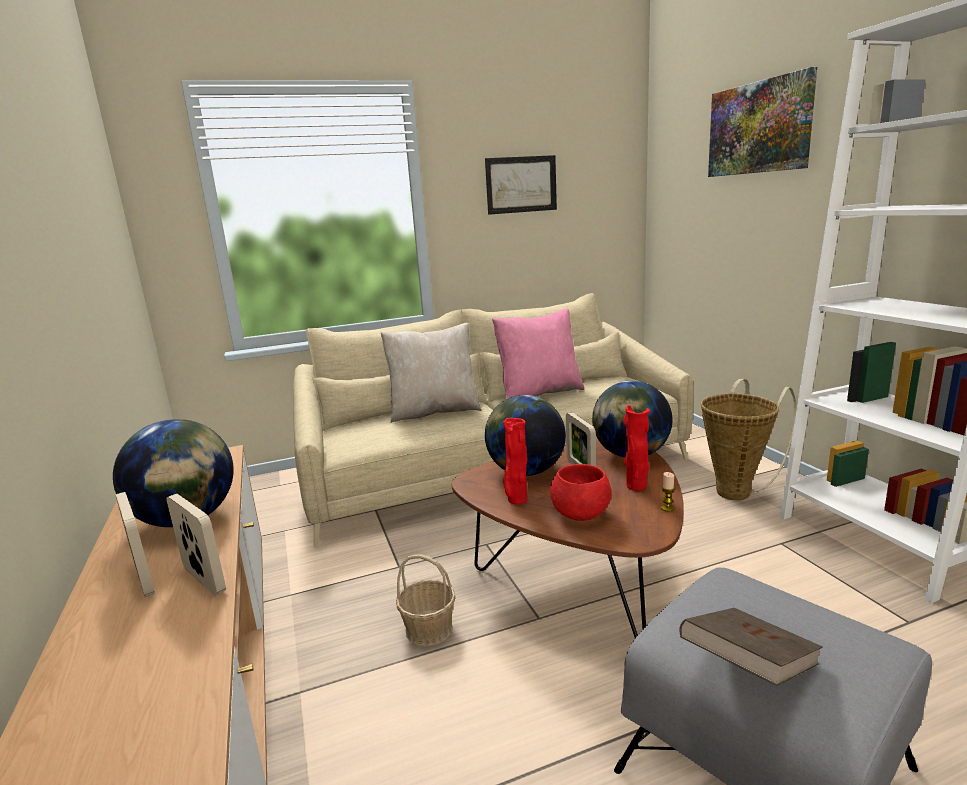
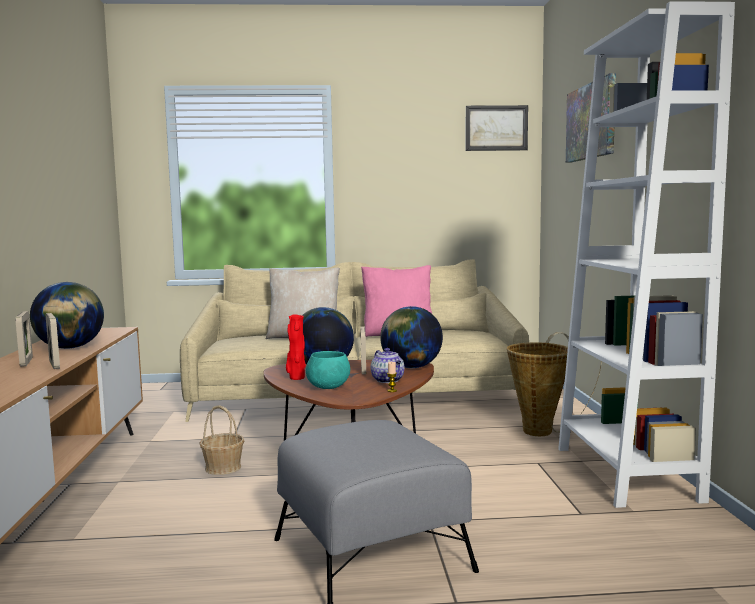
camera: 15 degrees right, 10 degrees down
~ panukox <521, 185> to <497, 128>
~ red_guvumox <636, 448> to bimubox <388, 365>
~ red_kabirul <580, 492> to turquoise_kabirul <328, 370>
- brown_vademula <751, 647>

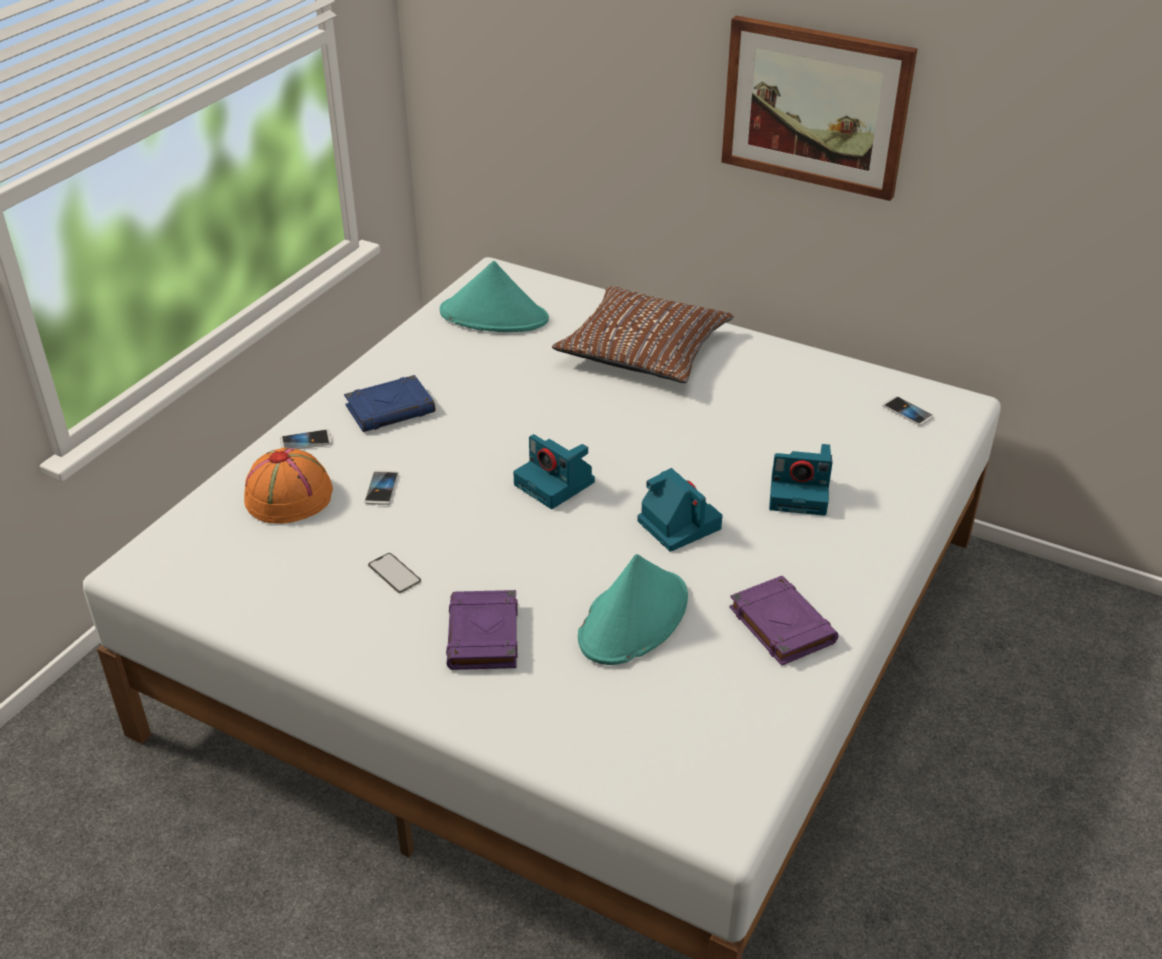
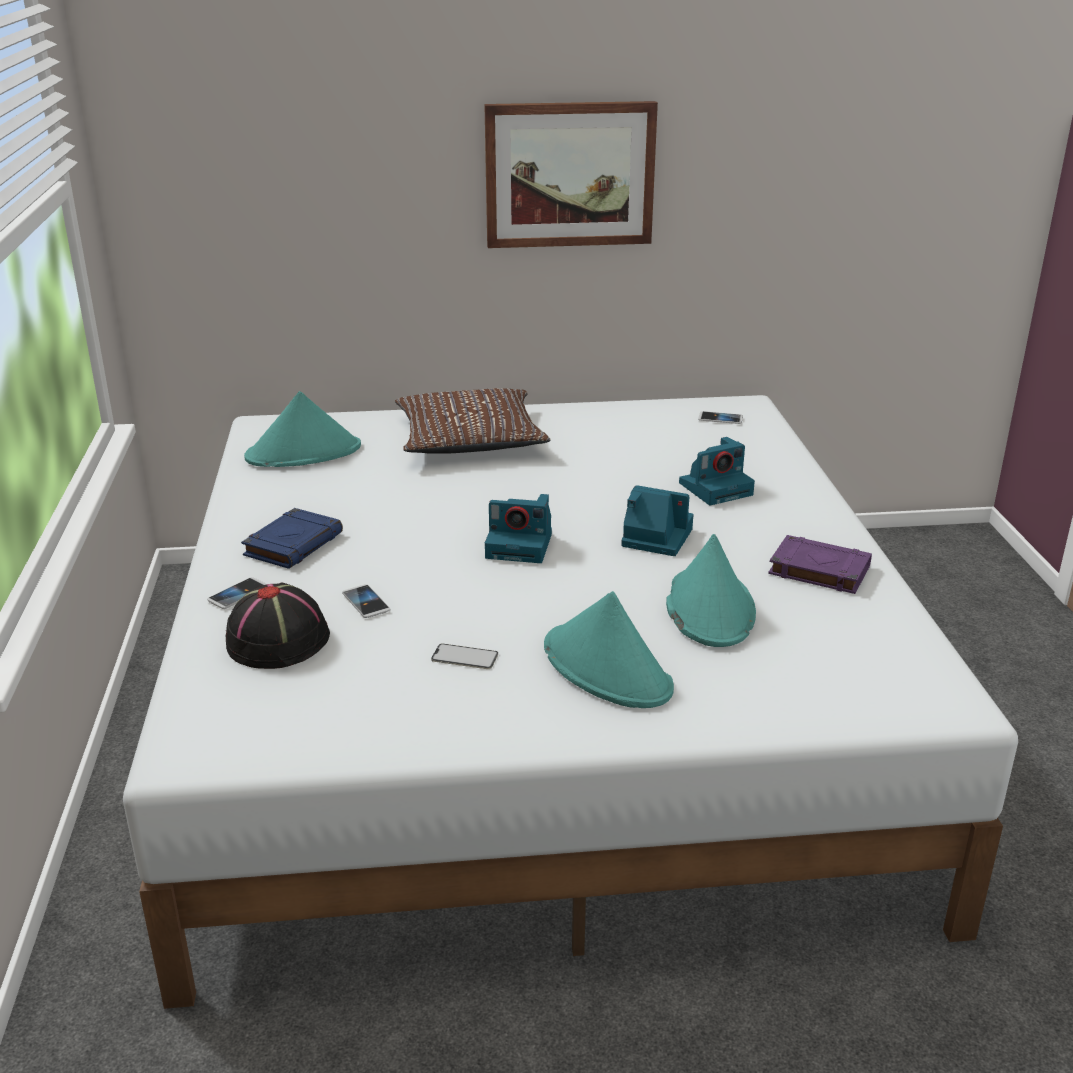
camera: 35 degrees left, 10 degrees down
~ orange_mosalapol <288, 486> to black_mosalapol <278, 626>
~ purple_vademula <481, 630> to turquoise_mosalapol <609, 649>

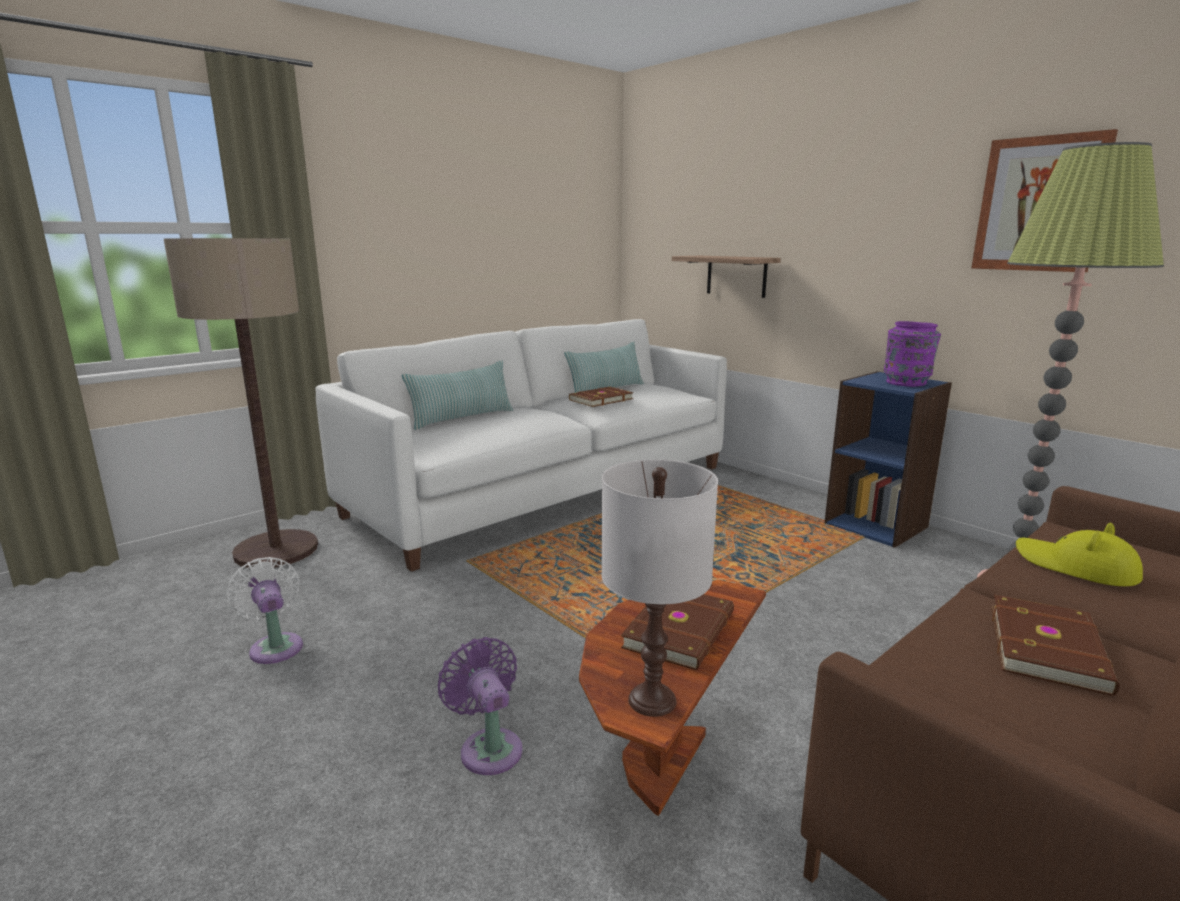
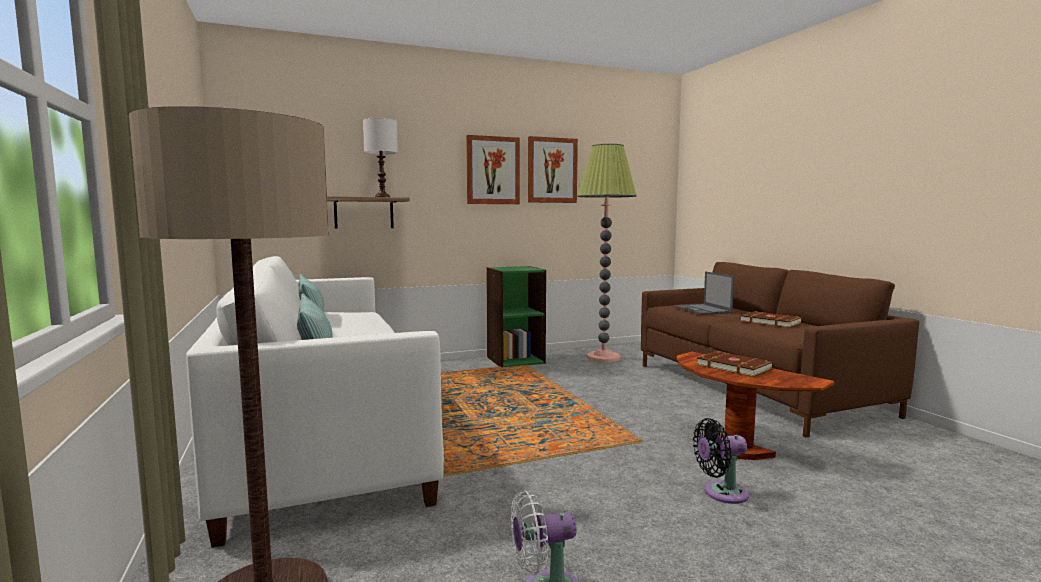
camera: 70 degrees left, 10 degrees down
- purple_guvumox <912, 354>
~ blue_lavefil <888, 459> to green_lavefil <516, 316>
- brown_vademula <601, 397>
~ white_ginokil <659, 588> to <380, 157>
~ yellow_mosalapol <1079, 554> to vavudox <704, 293>
~ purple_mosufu <480, 706> to black_mosufu <721, 461>
+ panukox <493, 169>

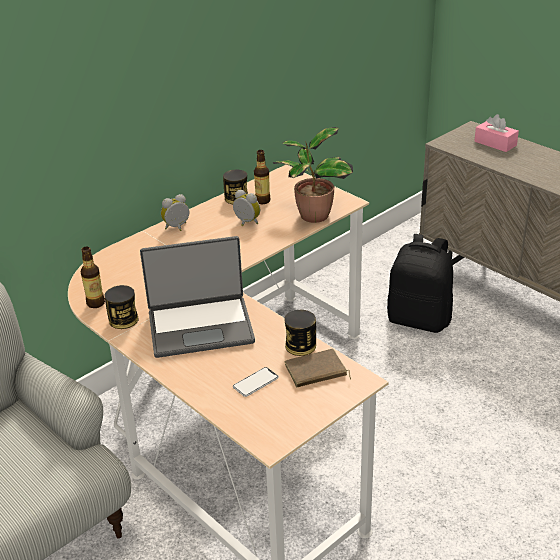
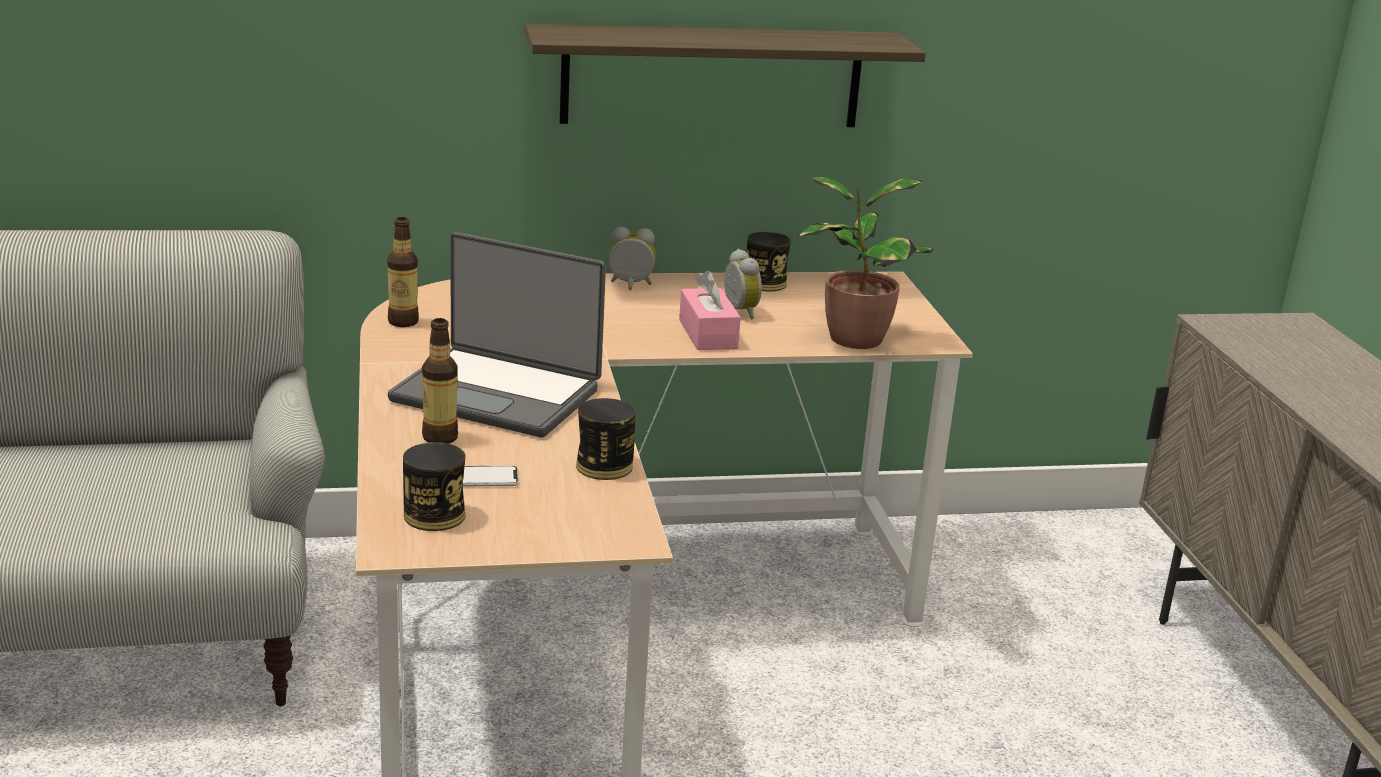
camera: 30 degrees right, 10 degrees down
~ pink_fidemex <496, 133> to <710, 310>
~ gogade <262, 177> to <440, 381>
- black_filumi <420, 283>
~ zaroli <121, 307> to <434, 486>
- brown_vademula <317, 368>
+ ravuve <725, 75>

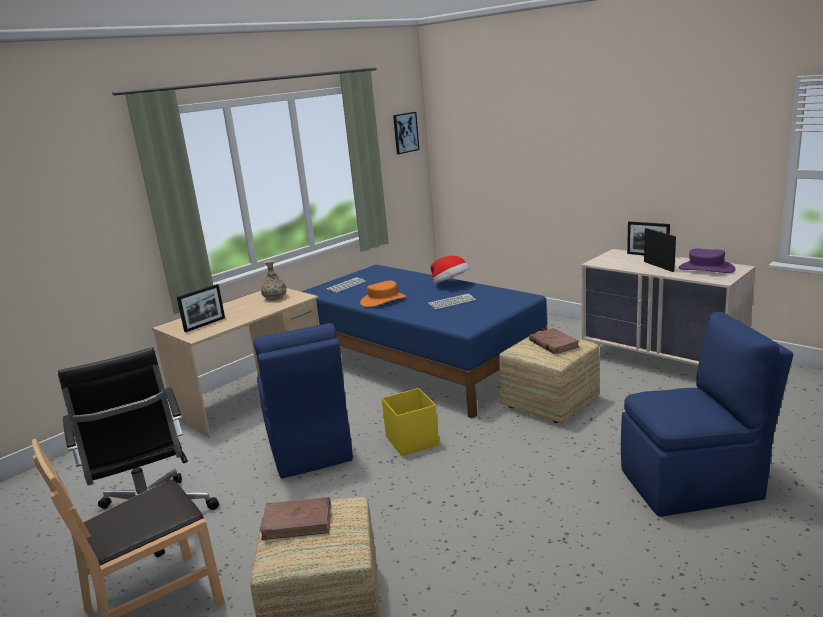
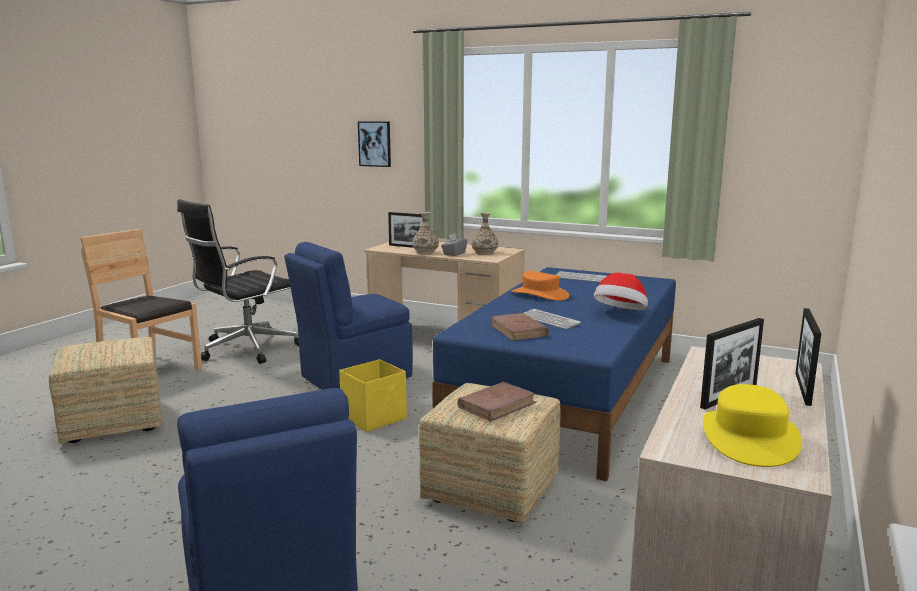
camera: 70 degrees right, 5 degrees down
~ panukox <406, 133> to <374, 144>
~ purple_mosalapol <707, 260> to yellow_mosalapol <752, 425>
~ brown_vademula <295, 518> to <519, 327>
+ guvumox <425, 233>
+ grey_fidemex <454, 244>

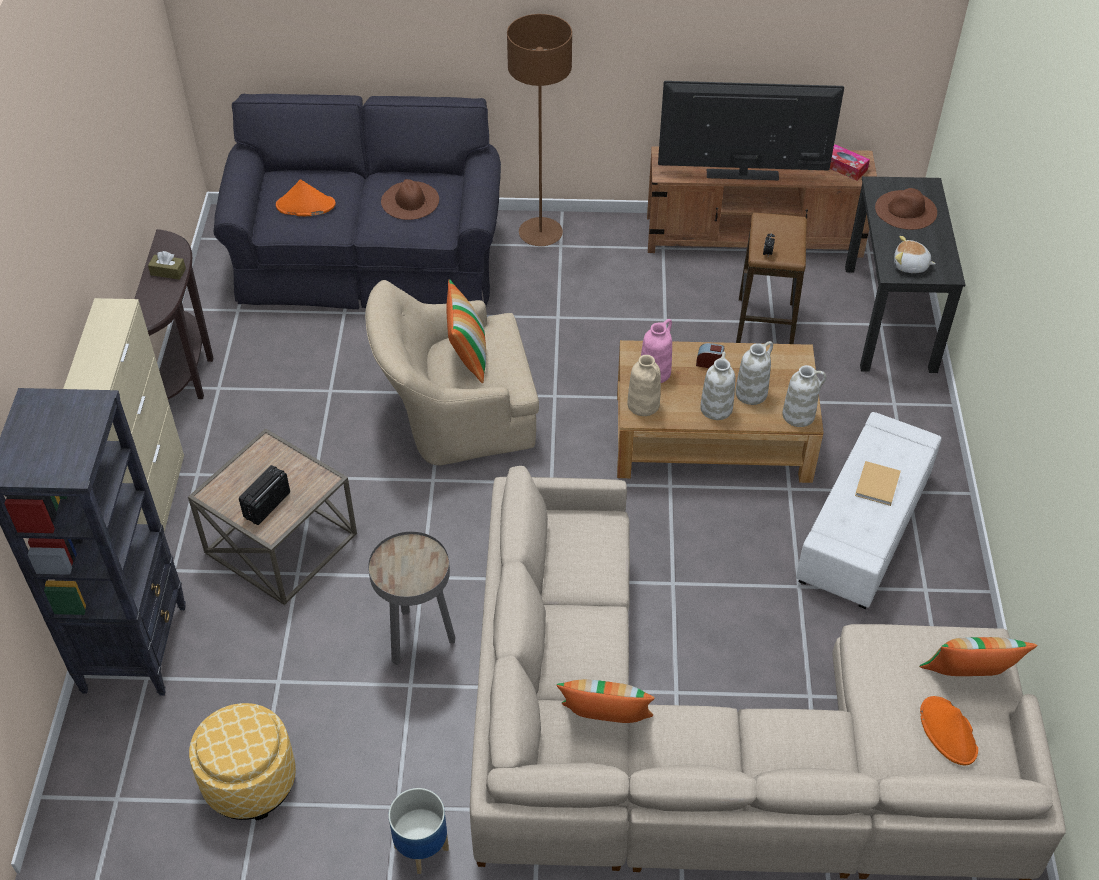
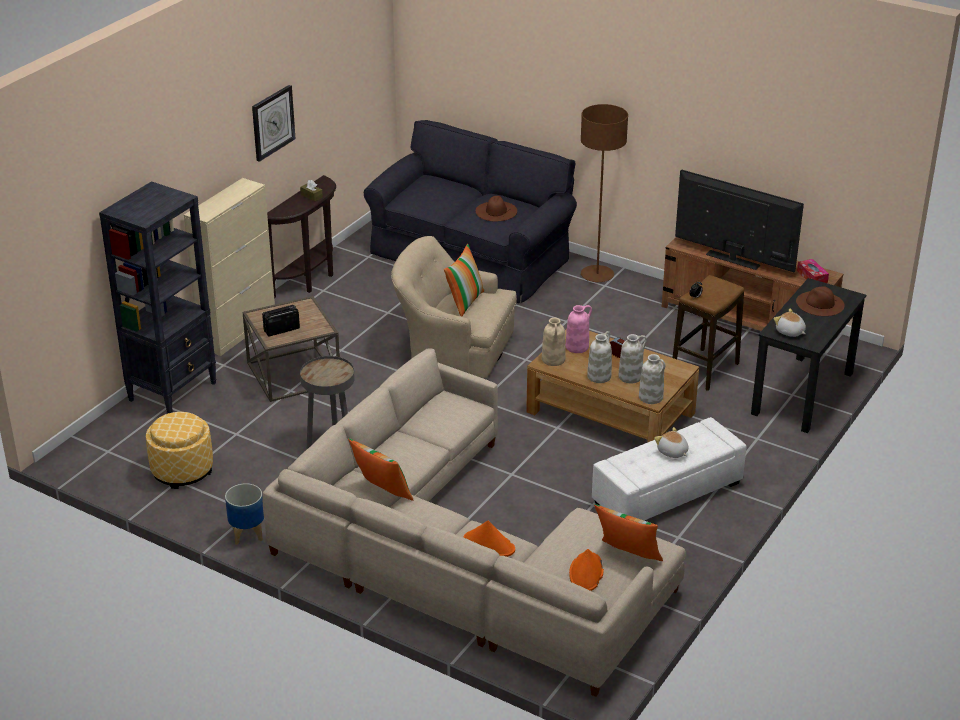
camera: 30 degrees right, 15 degrees down
~ orange_mosalapol <306, 198> to <489, 539>
~ beige_vademula <878, 483> to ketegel <671, 442>
+ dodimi <274, 123>

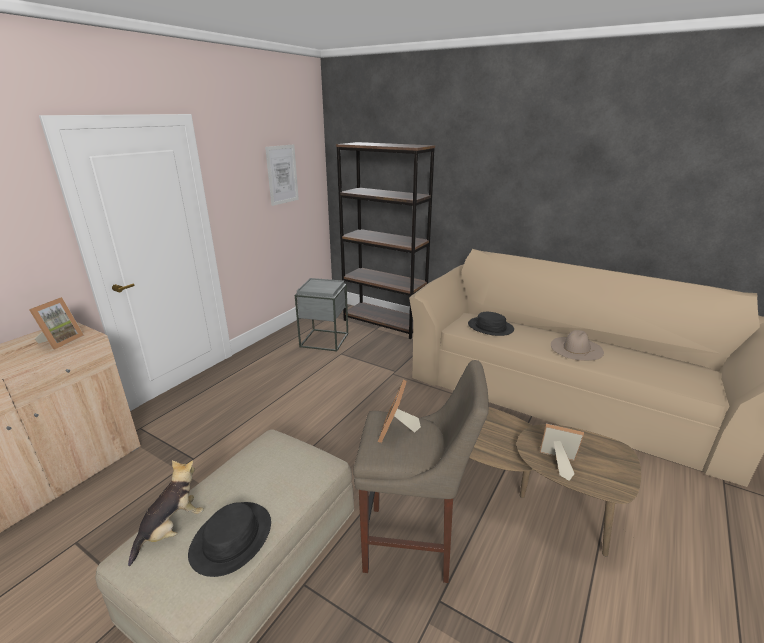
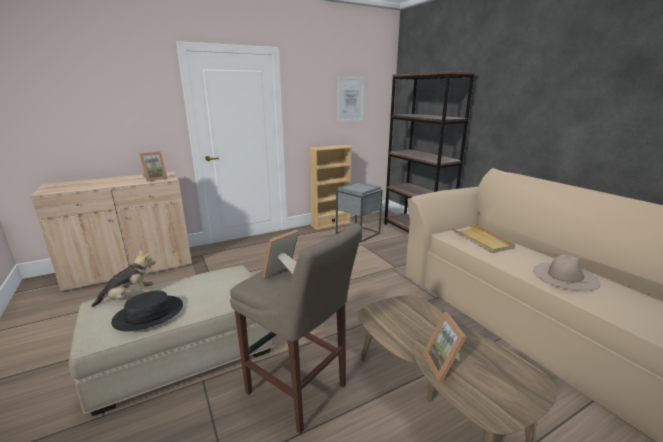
camera: 30 degrees right, 5 degrees down
~ black_mosalapol <491, 324> to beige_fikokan <483, 238>
~ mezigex <562, 452> = <444, 347> 150 degrees counterclockwise
+ beige_lavefil <331, 187>

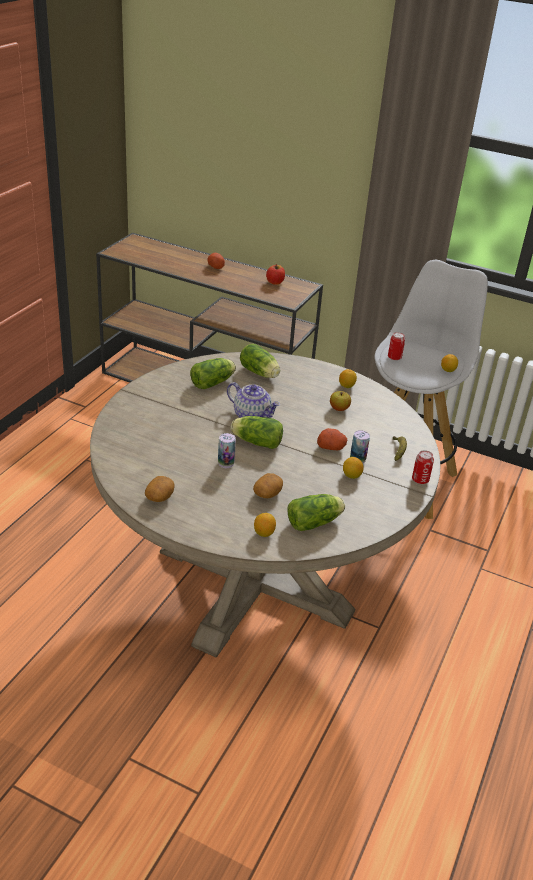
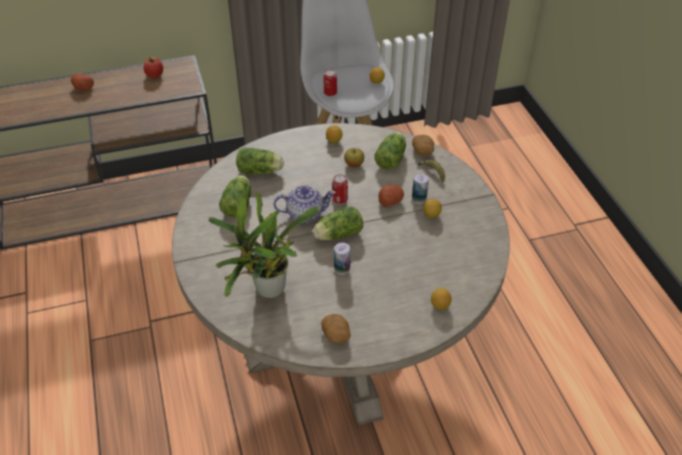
camera: 40 degrees left, 10 degrees up
~ zaroli <423, 467> to <340, 189>
~ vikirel <268, 485> to <423, 145>
~ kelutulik <316, 512> to <390, 151>
+ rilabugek <264, 245>

